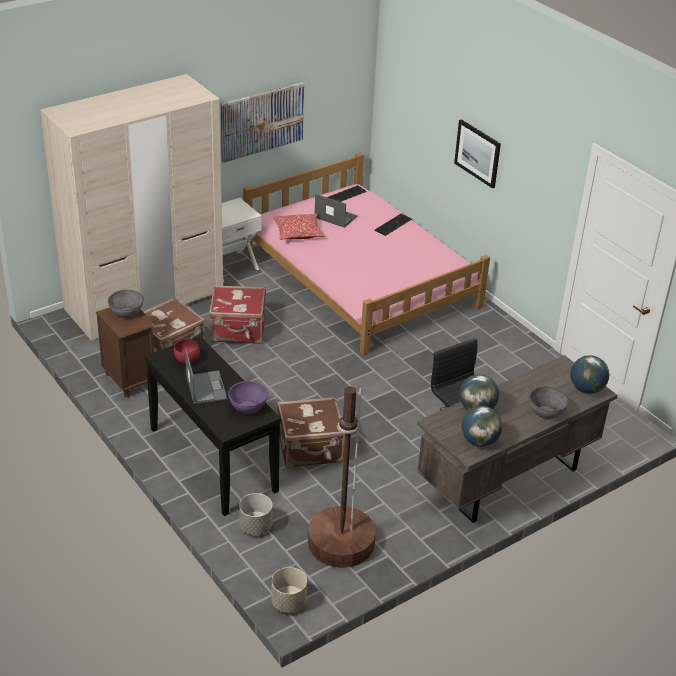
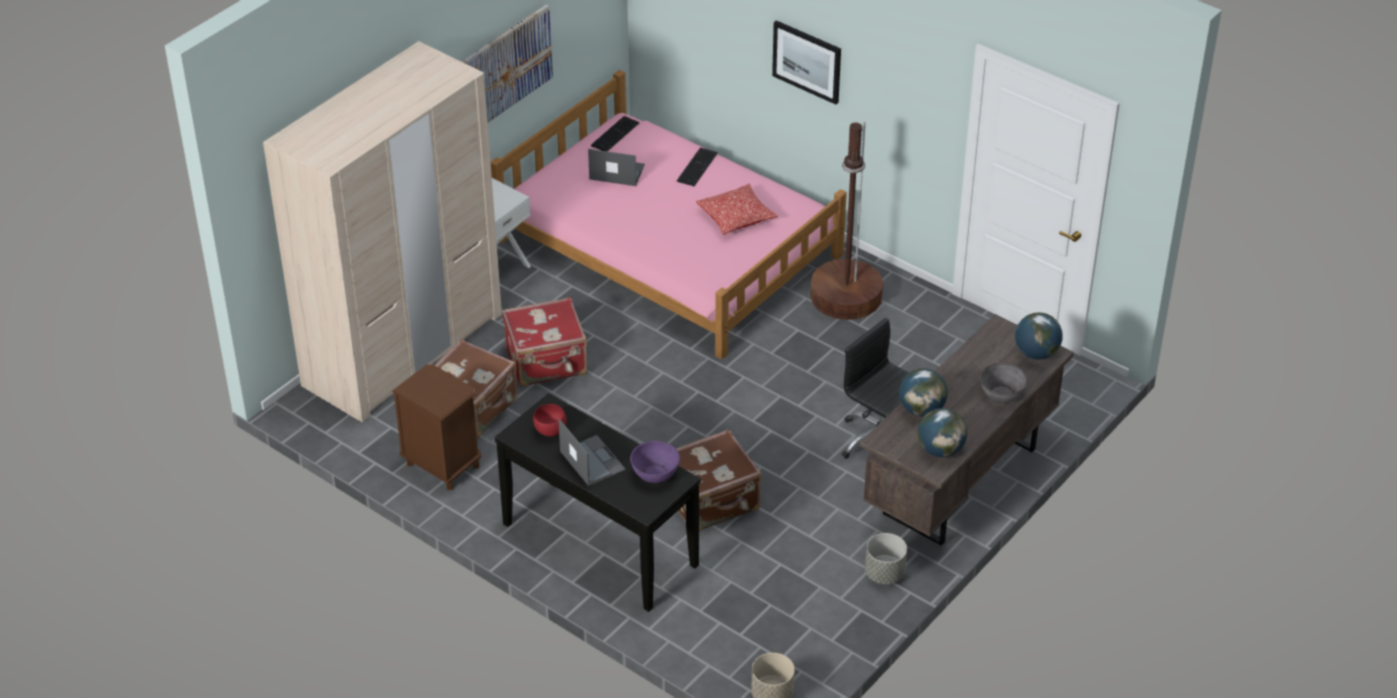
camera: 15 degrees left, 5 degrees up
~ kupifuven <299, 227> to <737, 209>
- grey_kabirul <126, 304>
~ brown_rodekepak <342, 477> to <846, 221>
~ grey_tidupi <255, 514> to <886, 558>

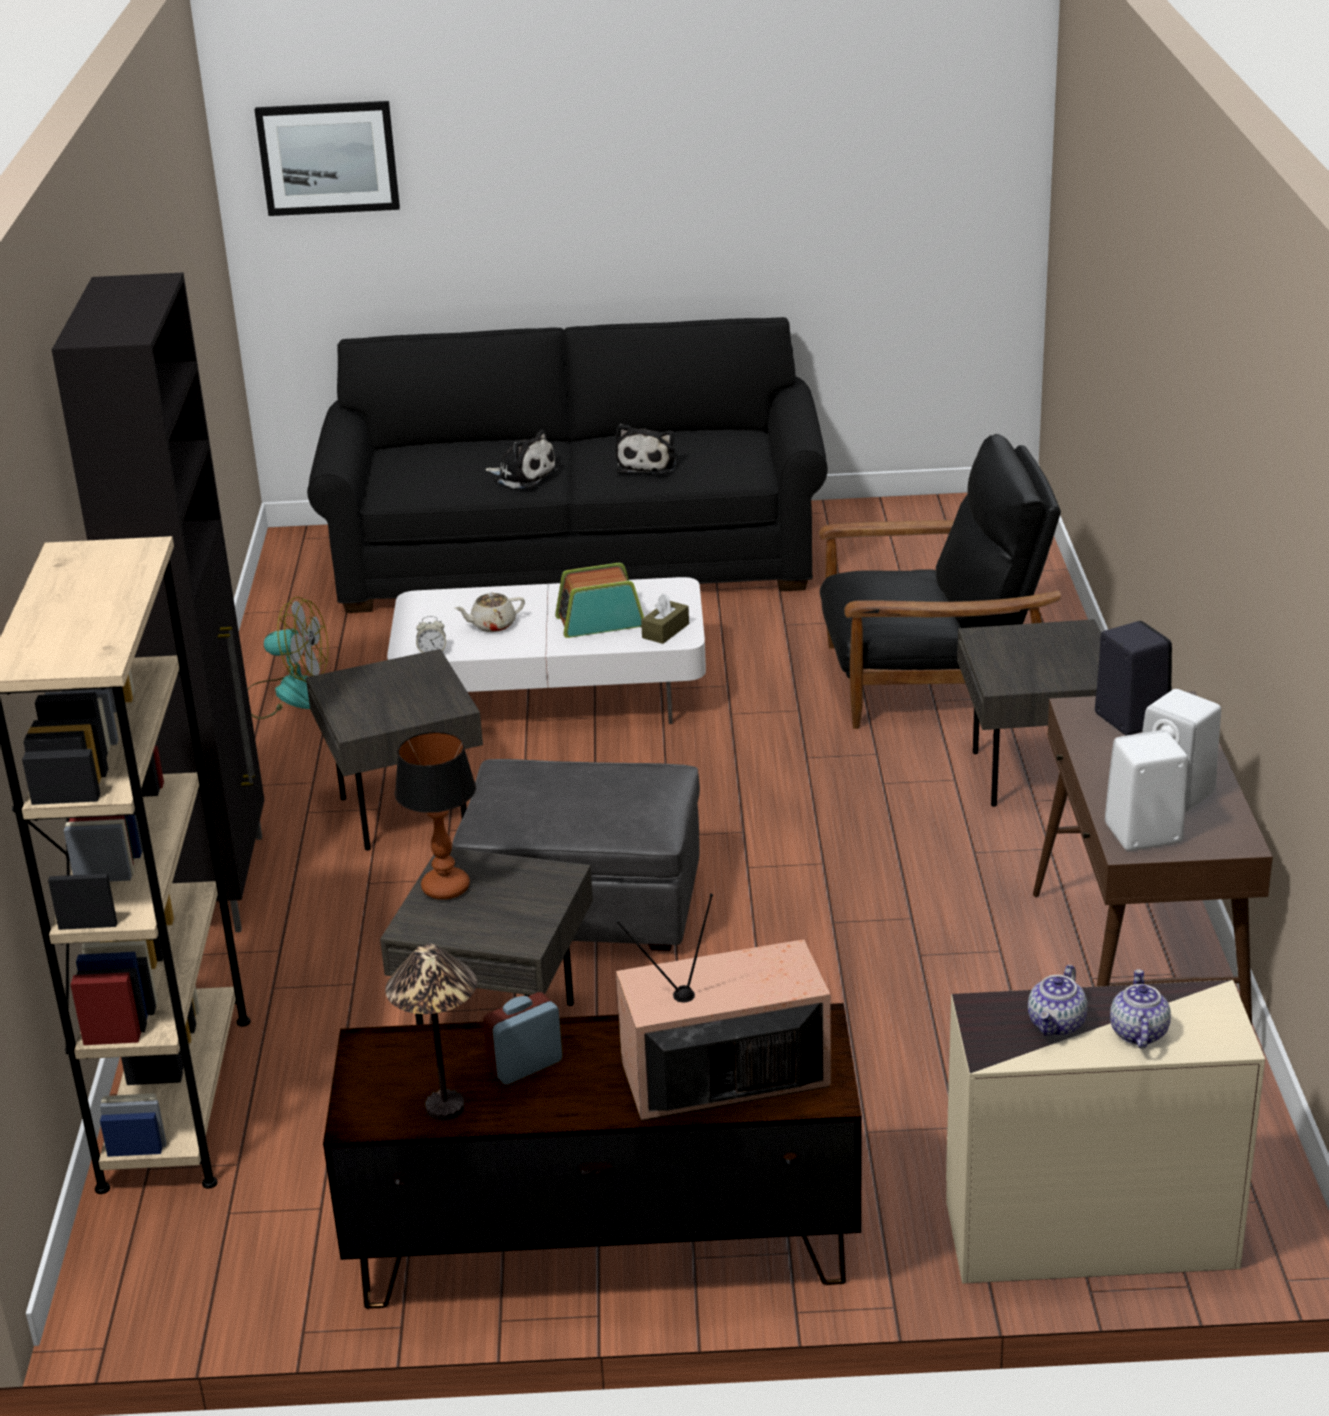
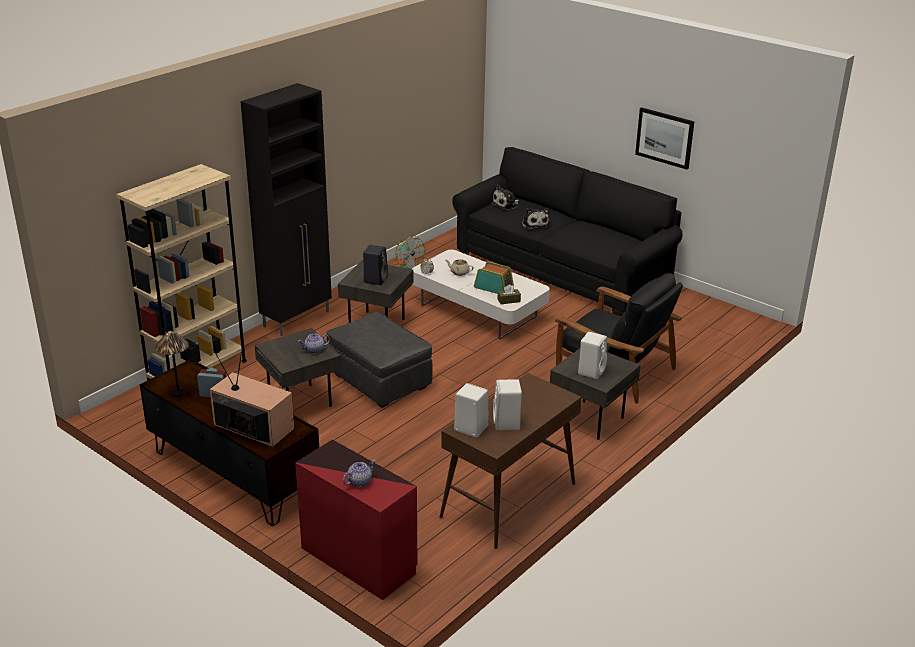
camera: 40 degrees right, 0 degrees up
~ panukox <327, 158> to <664, 138>
~ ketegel <646, 449> to <505, 197>
~ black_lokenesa <1133, 678> to <375, 265>
- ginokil <435, 816>
~ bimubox <1058, 1000> to <314, 343>
~ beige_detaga <1105, 1132> to red_detaga <356, 520>
+ white_lokenesa <592, 355>

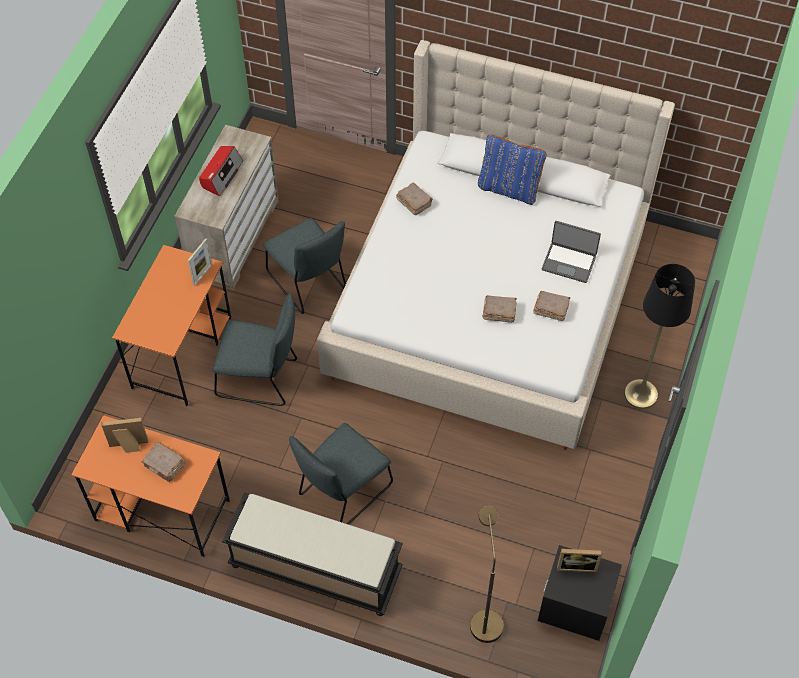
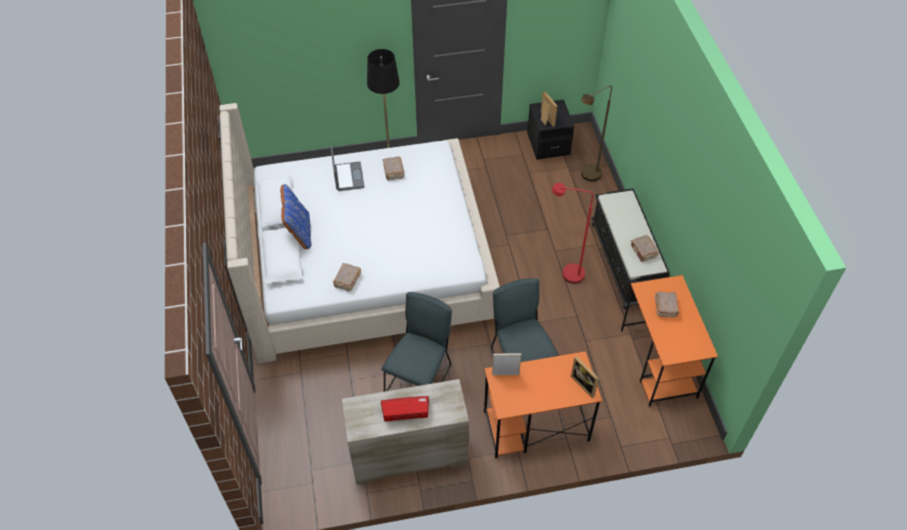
camera: 120 degrees left, 5 degrees down
~ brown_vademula <499, 309> to <645, 248>
~ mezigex <125, 435> to <585, 377>
~ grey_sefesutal <341, 474> to red_rodekepak <572, 233>

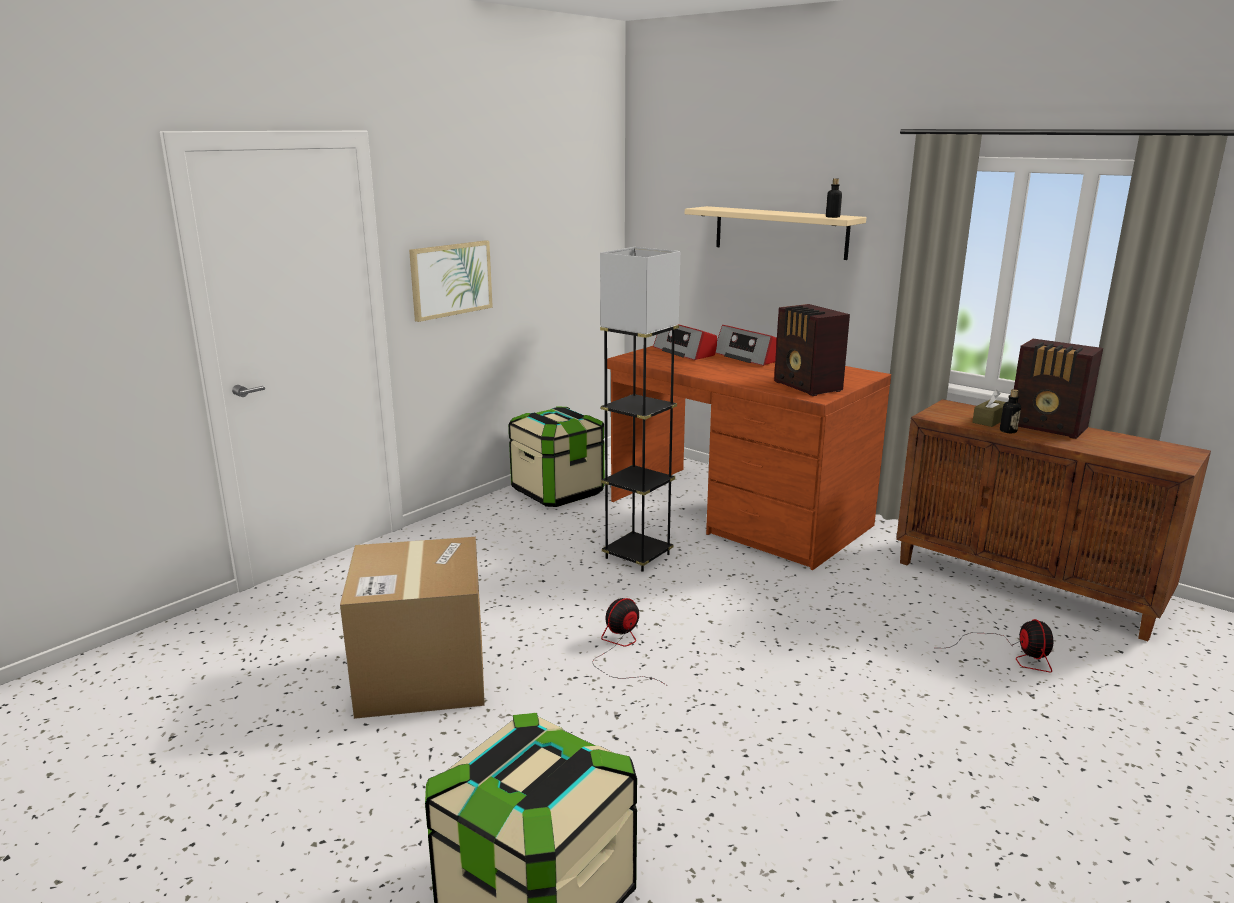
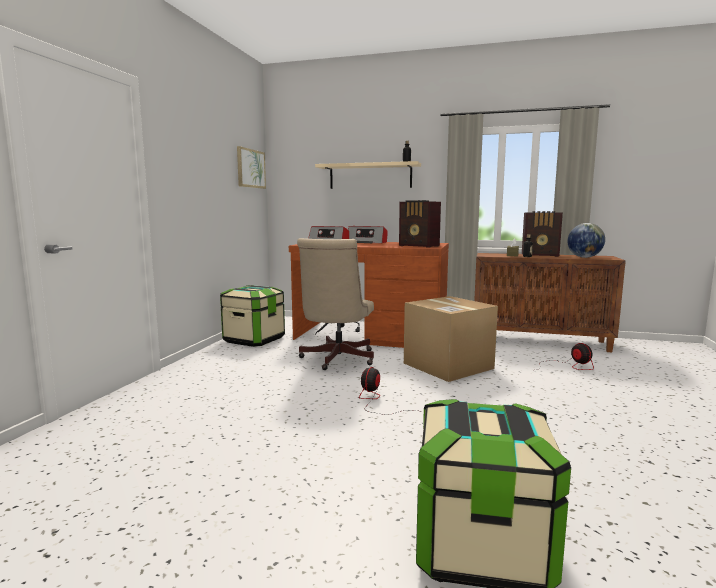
camera: 25 degrees left, 10 degrees down
~ panukox <451, 281> to <251, 167>
~ grey_rodekepak <640, 409> to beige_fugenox <335, 304>
~ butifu <412, 628> to <451, 339>
+ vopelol <586, 240>

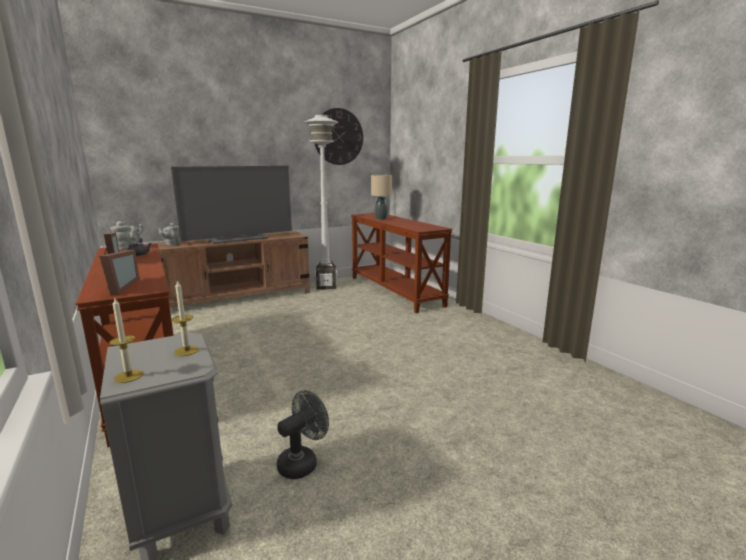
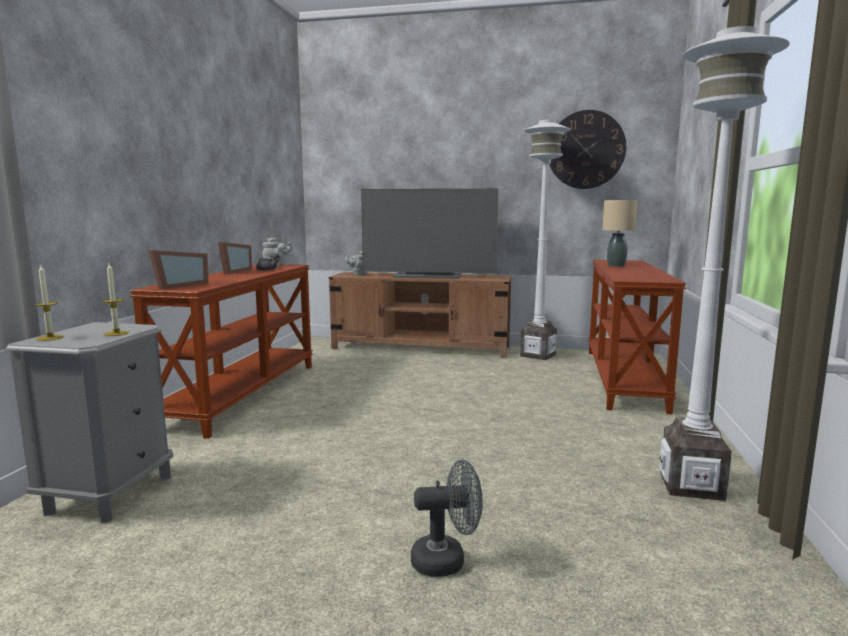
camera: 40 degrees right, 5 degrees down
~ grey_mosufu <303, 434> to <447, 518>
+ white_rodekepak <724, 263>

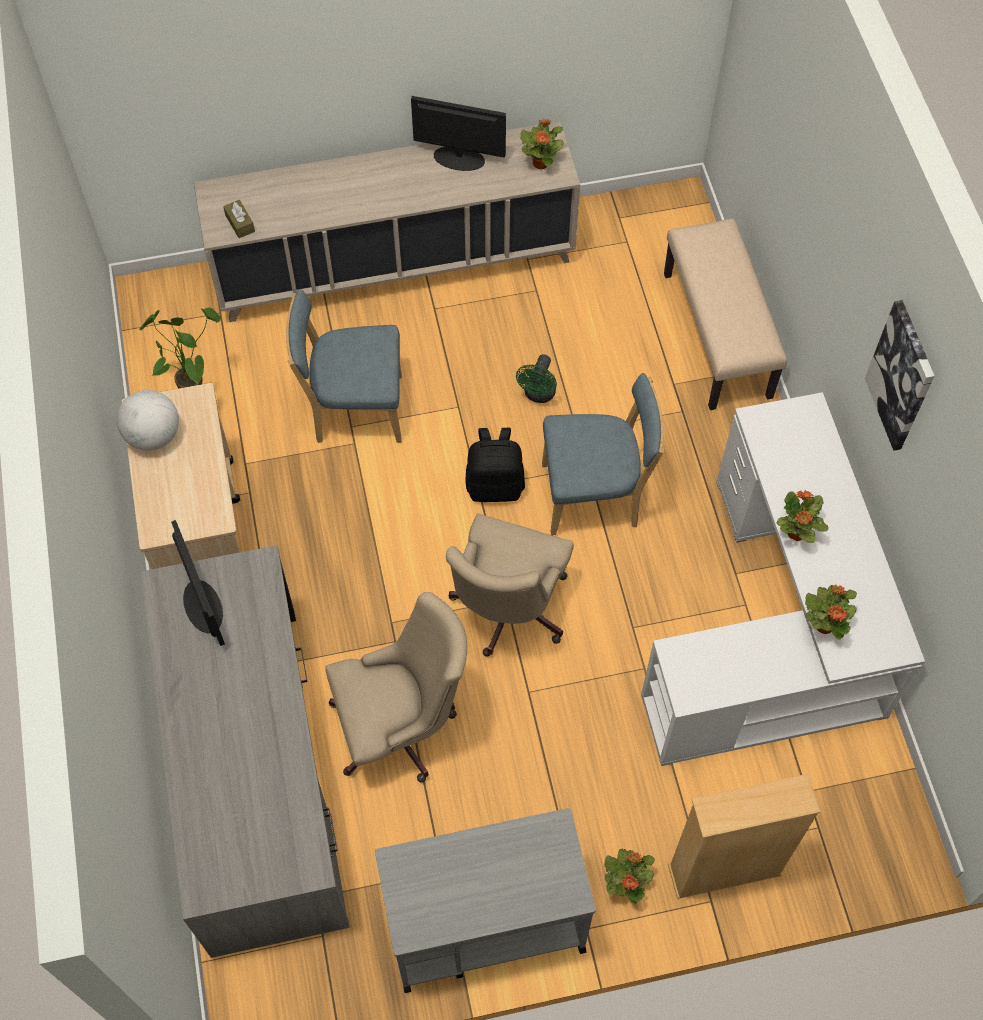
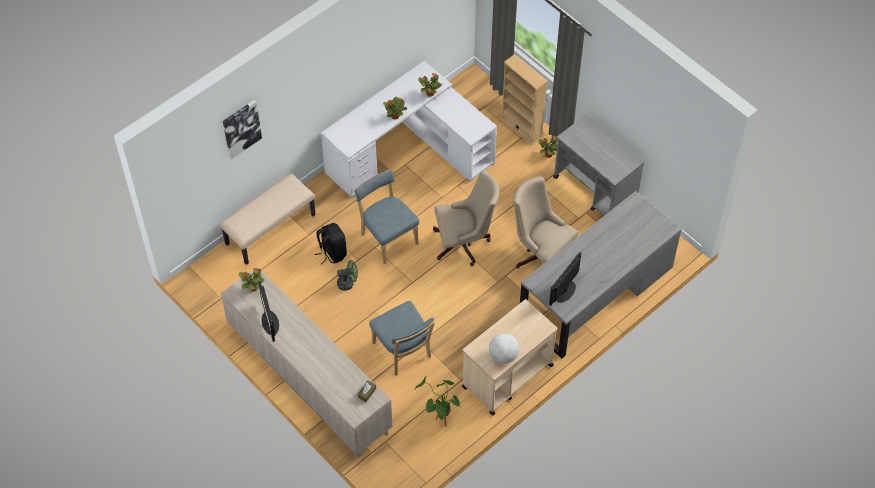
camera: 120 degrees left, 5 degrees down
~ panukox <899, 375> to <242, 129>
~ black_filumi <495, 465> to <331, 244>

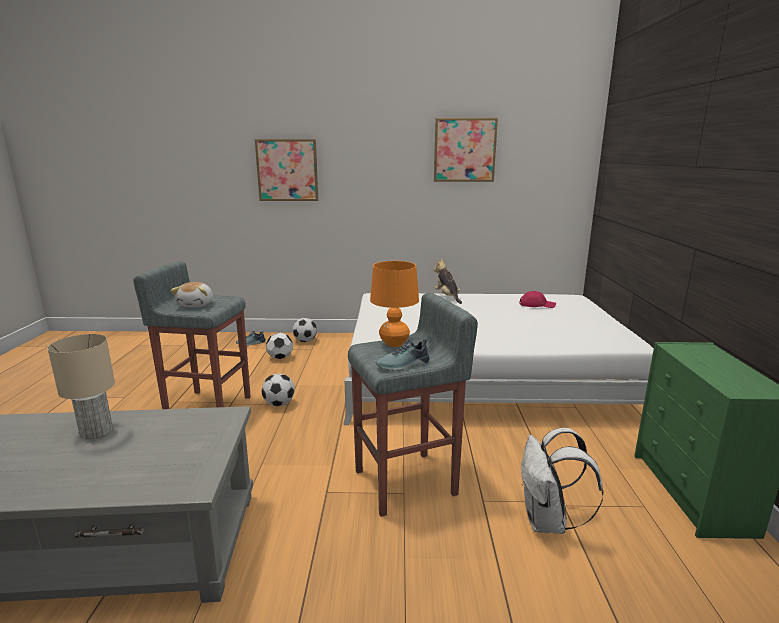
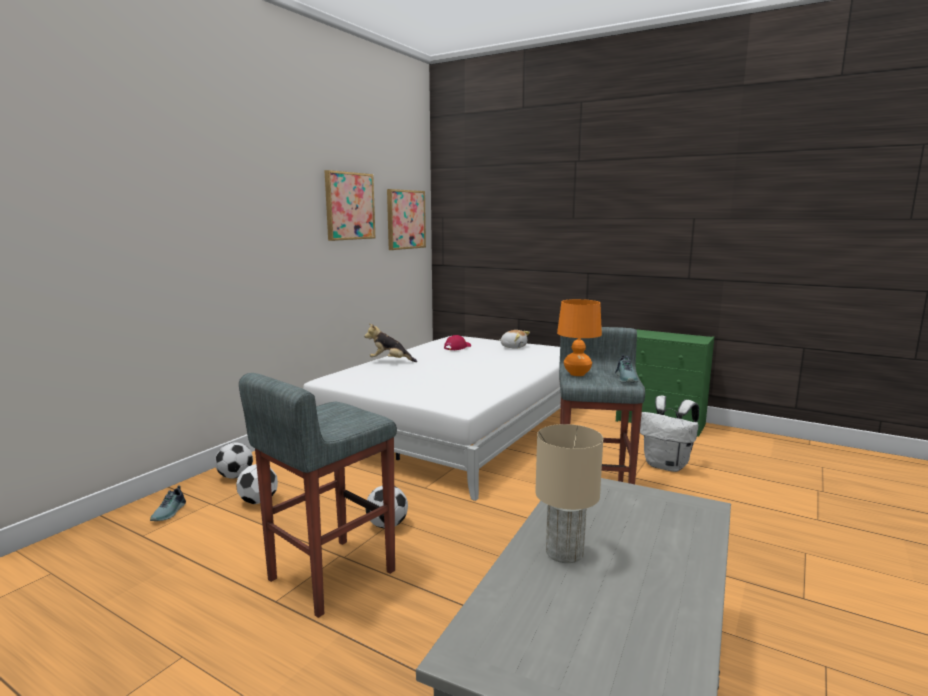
camera: 60 degrees left, 5 degrees down
~ panukox <286, 170> to <406, 219>
~ ketegel <191, 294> to <514, 339>

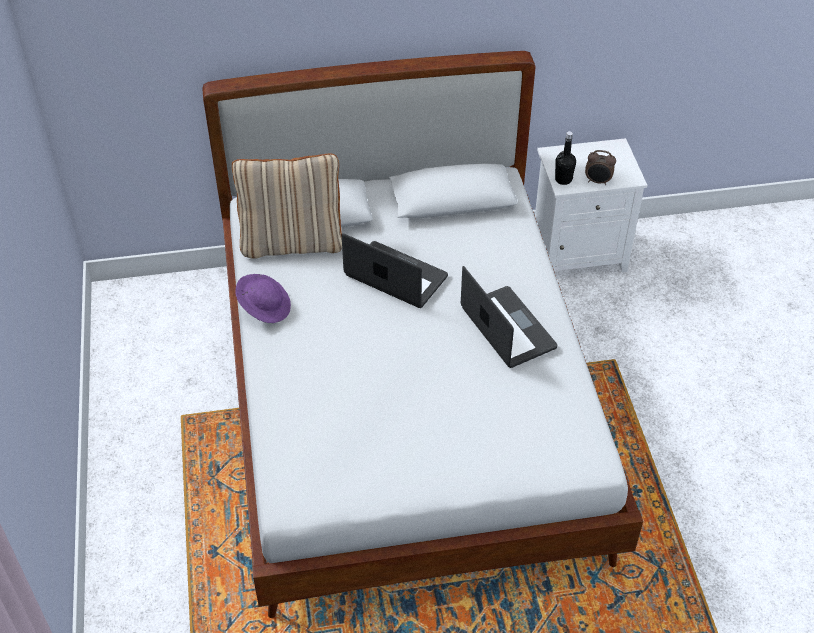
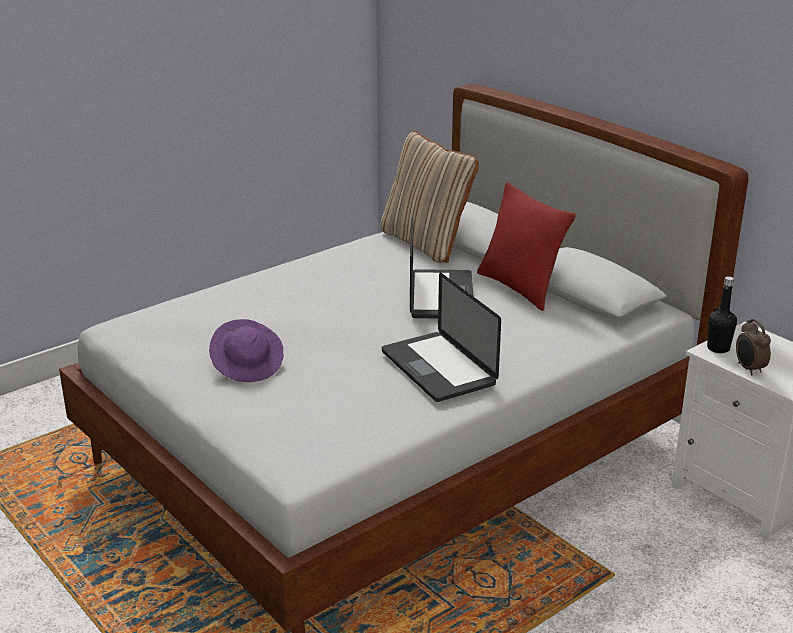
camera: 60 degrees right, 20 degrees down
~ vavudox <509, 317> = <441, 337> 120 degrees clockwise
~ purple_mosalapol <263, 298> to <246, 350>
+ red_kupifuven <526, 246>

